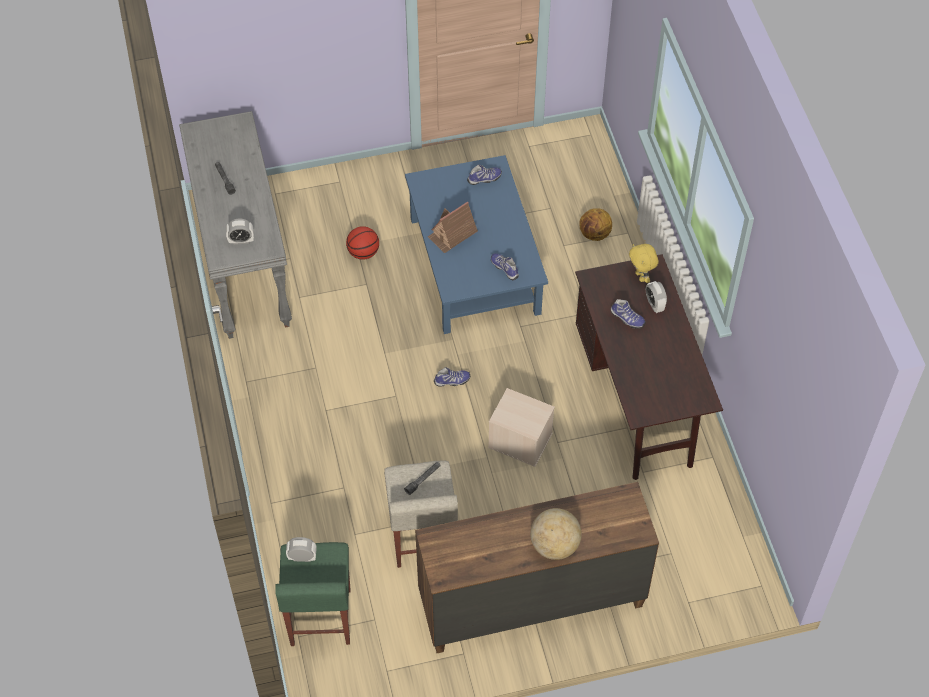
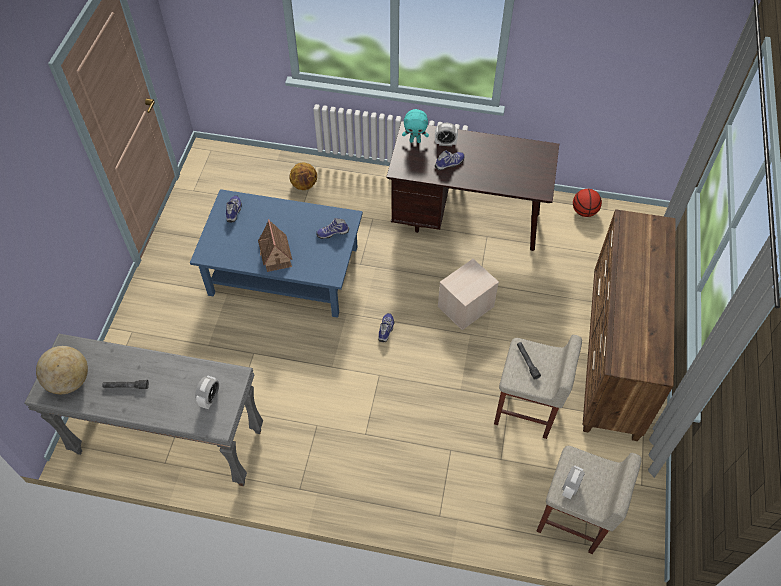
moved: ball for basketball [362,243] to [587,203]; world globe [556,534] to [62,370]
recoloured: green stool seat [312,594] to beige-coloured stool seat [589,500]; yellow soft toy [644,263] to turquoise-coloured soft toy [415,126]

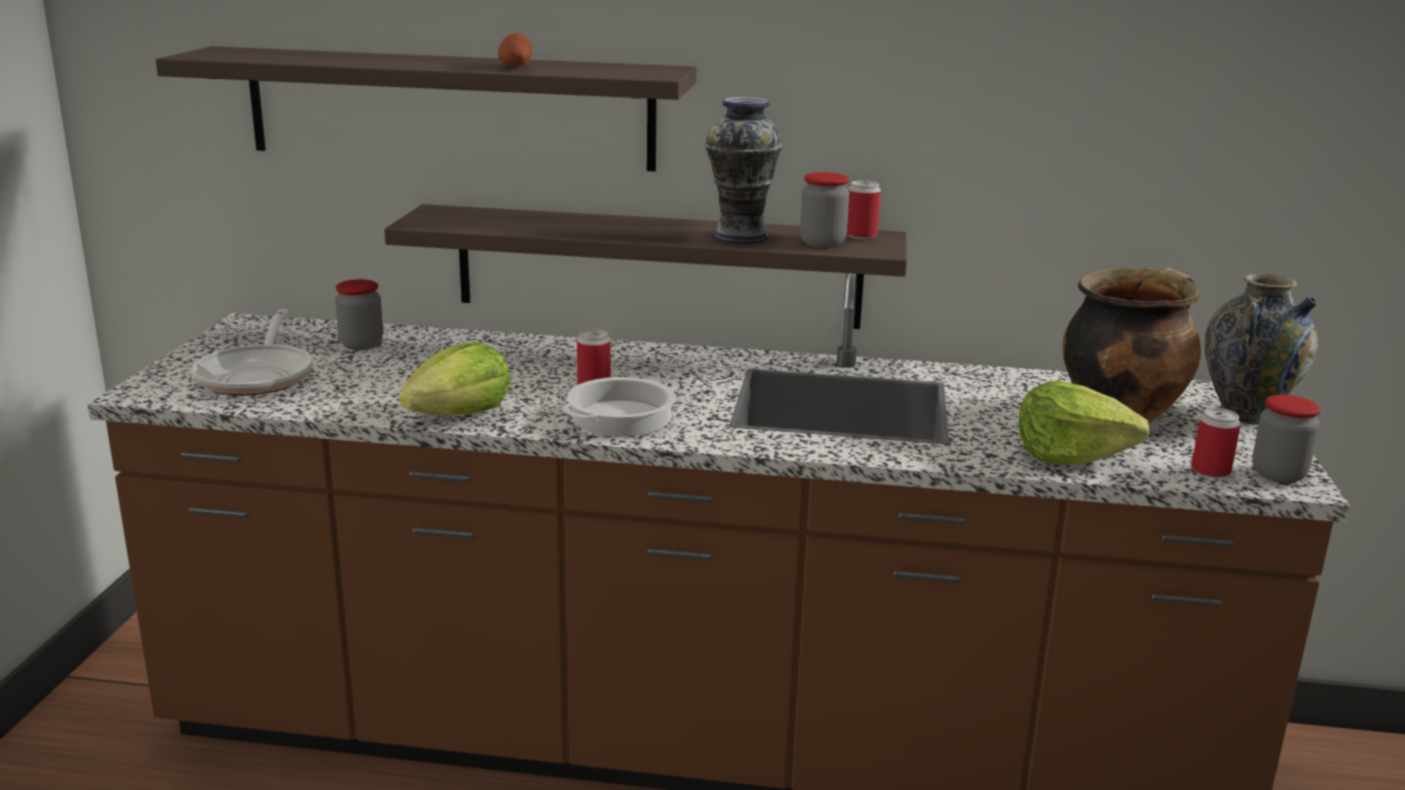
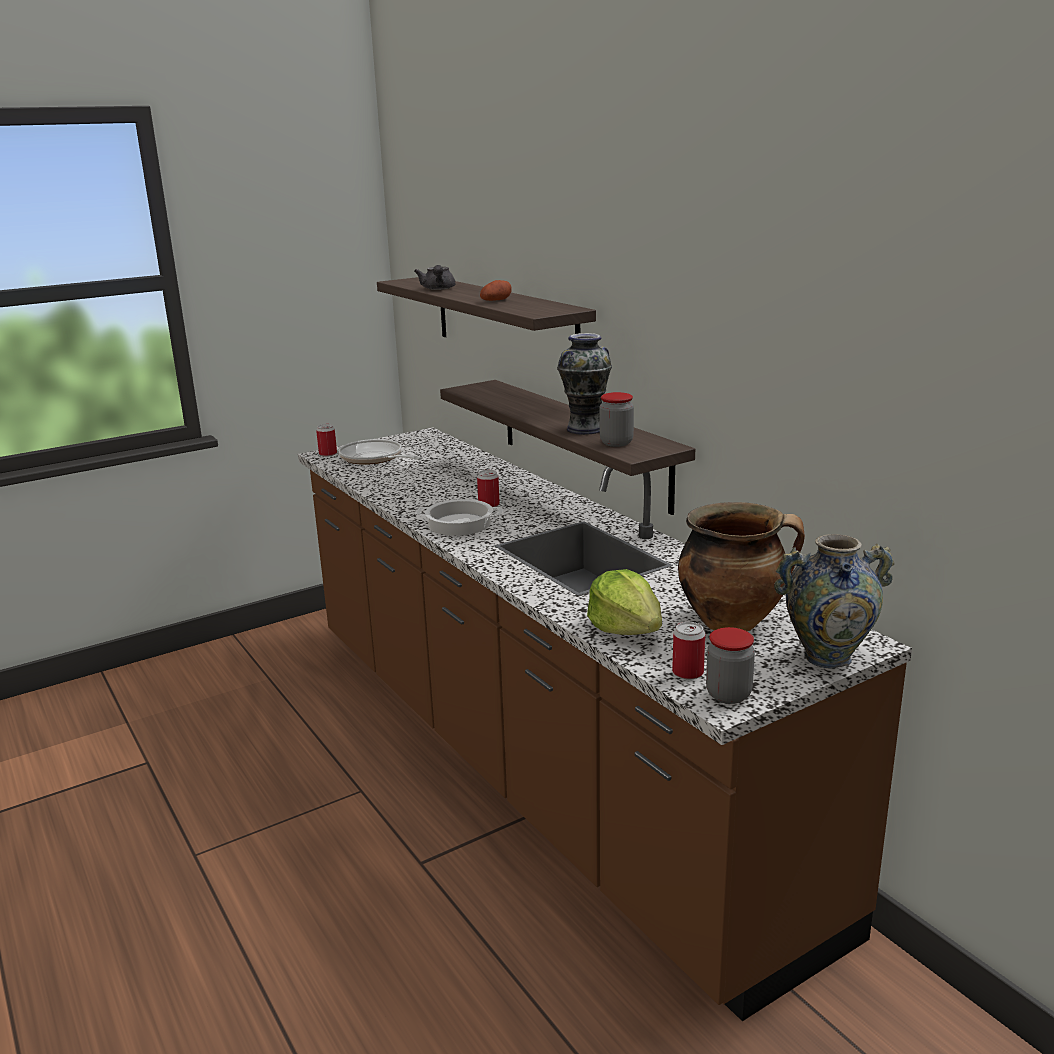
removed: jar [359,314]; head of lettuce [455,378]
added: greyish tea pot [434,277]
moved: can [863,209] to [326,440]
turned: frying pan [252,352] = [380,452] 90 degrees clockwise

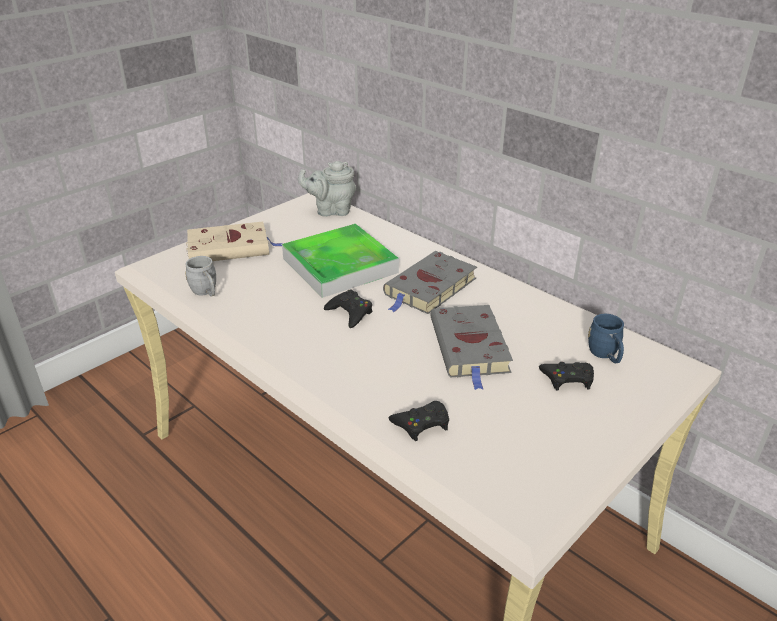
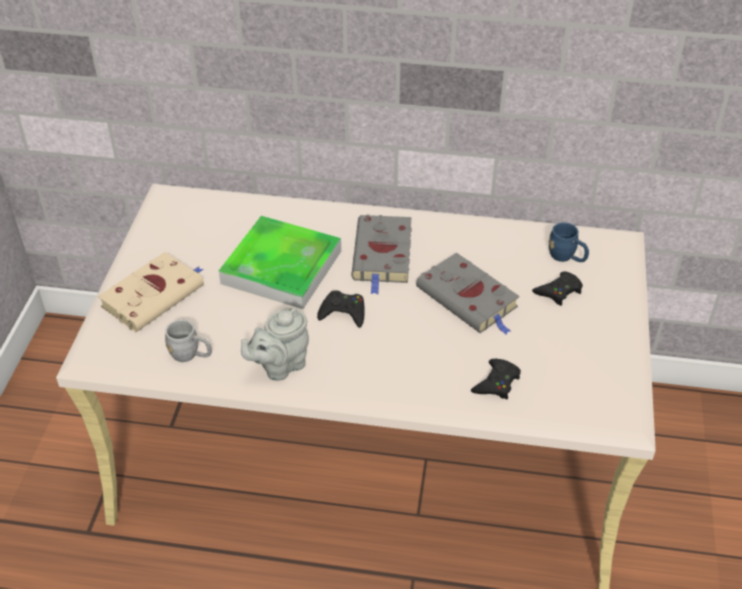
moved: greyish tea pot [327,189] to [275,344]

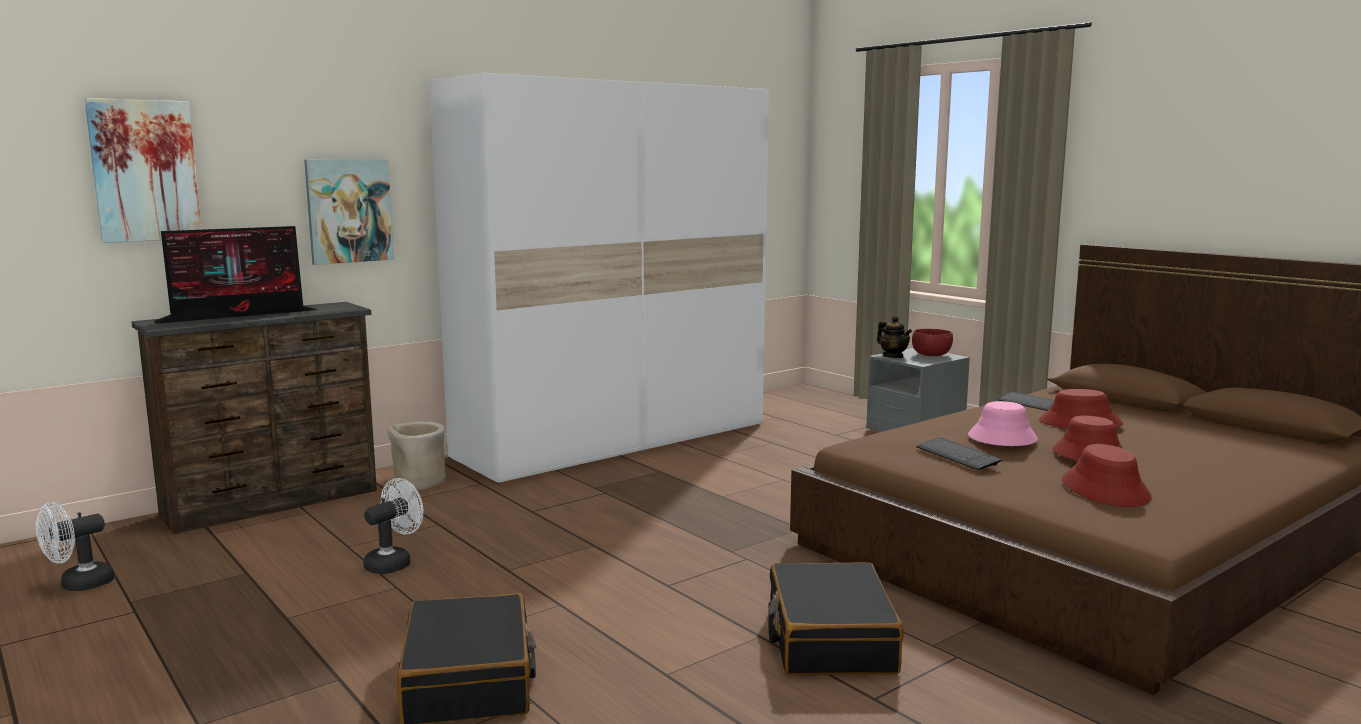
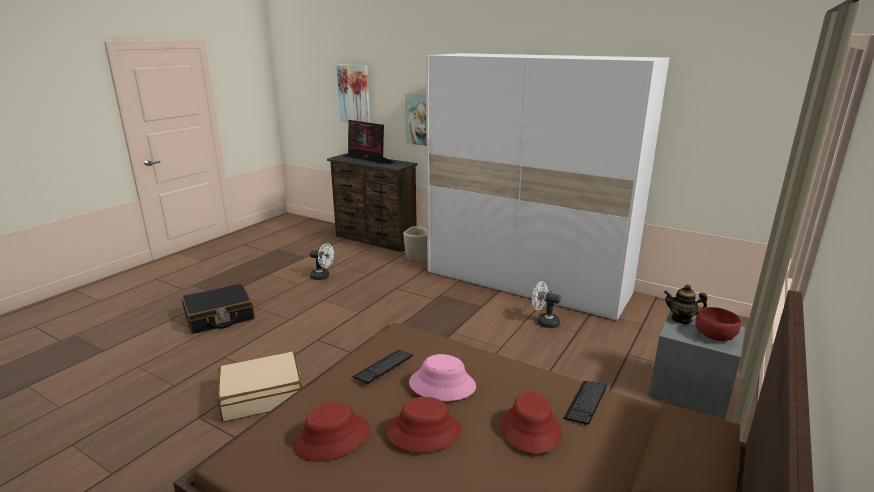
moved: white-coloured electric fan [75,546] to [546,304]
recoloured: black piece of luggage [835,618] to beige-coloured piece of luggage [260,386]
turned: tea pot [894,337] = [685,304] 75 degrees clockwise

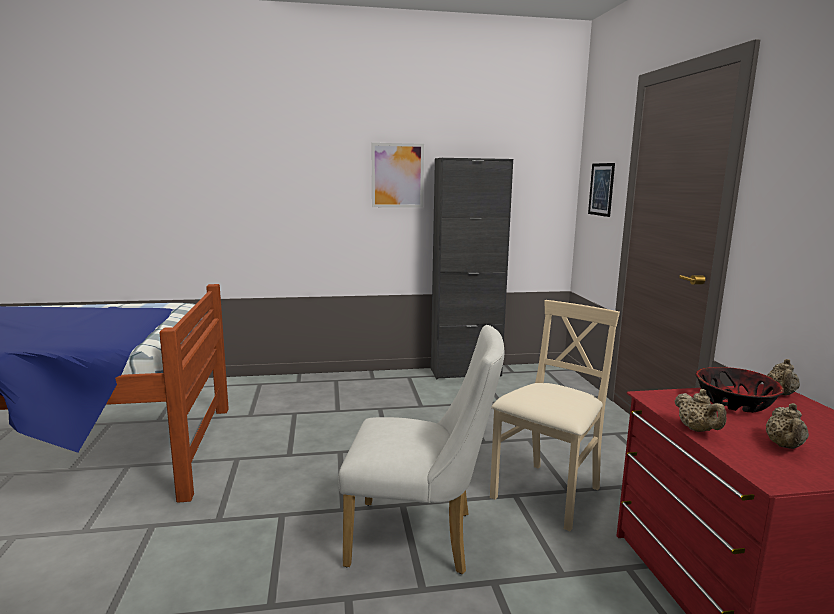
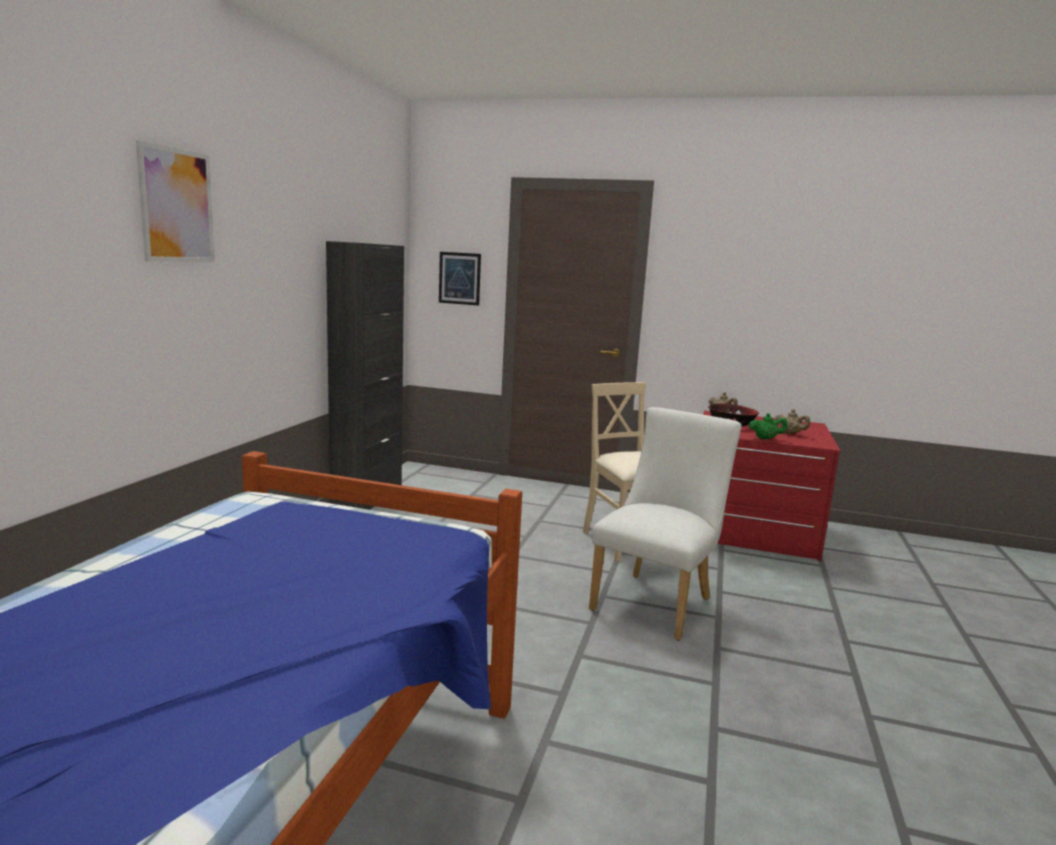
moved: picture [398,175] to [175,201]
recoloured: beige-coloured tea pot [700,410] to green tea pot [768,426]

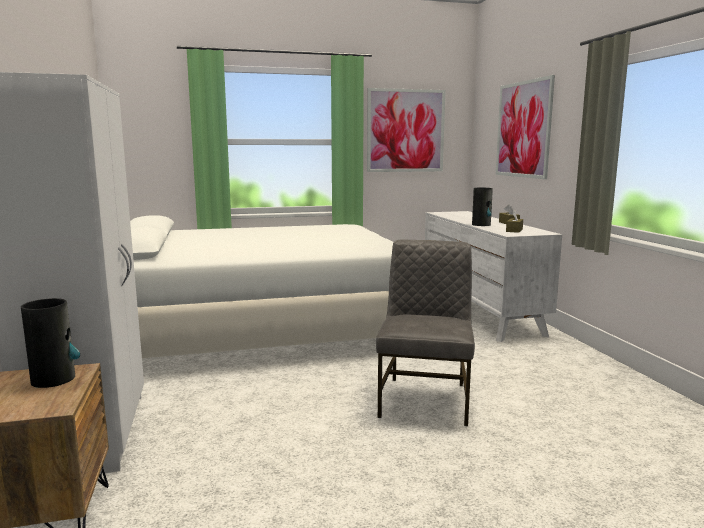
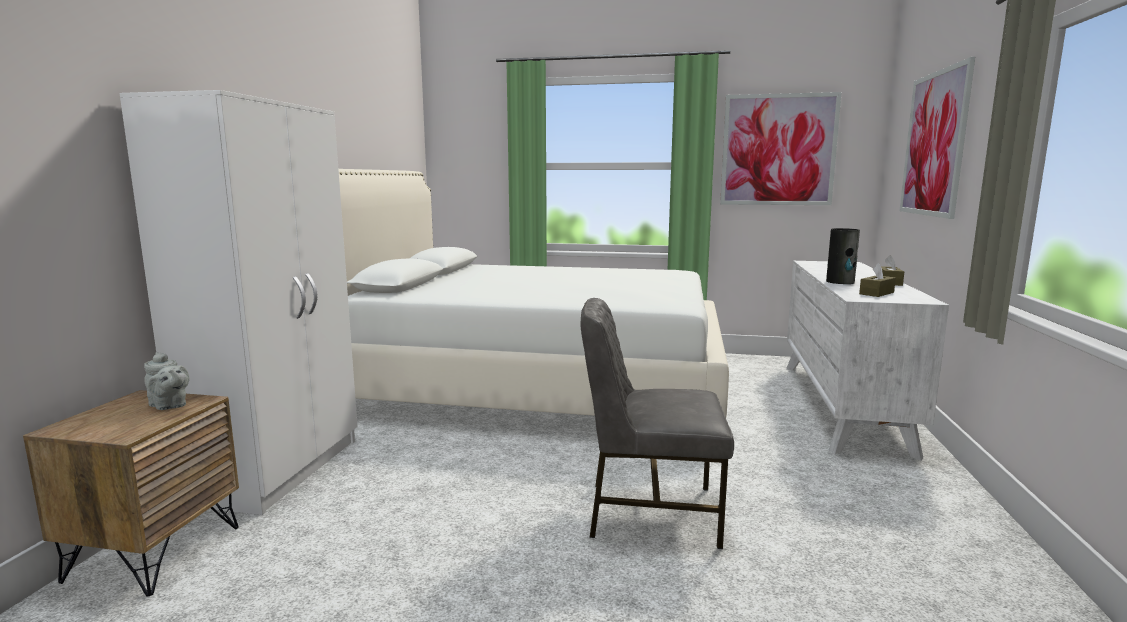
replaced: flower vase [50,343] to greyish tea pot [167,381]
turned: greyish plain chair [425,332] = [657,423] 120 degrees counterclockwise

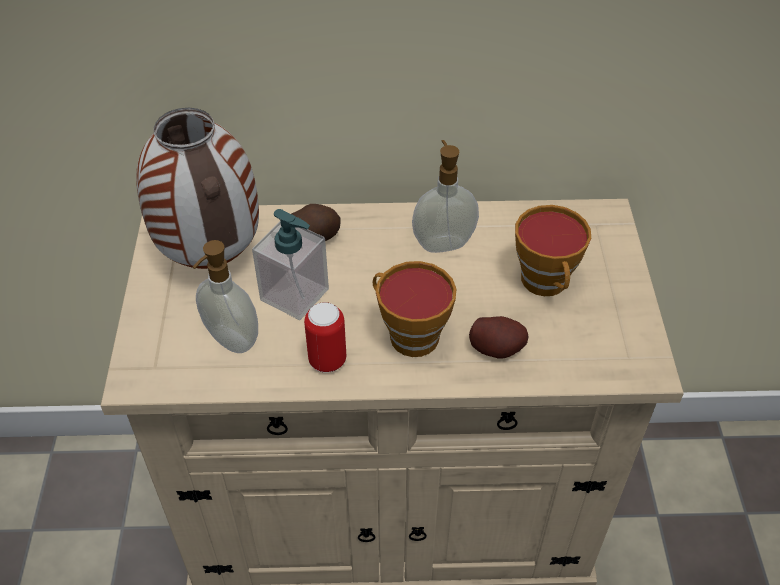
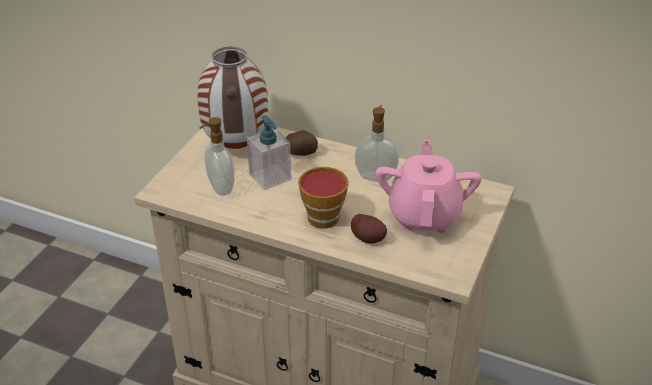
removed: can [325,337]
replaced: drinking cup [553,250] to pinkish tea pot [428,186]

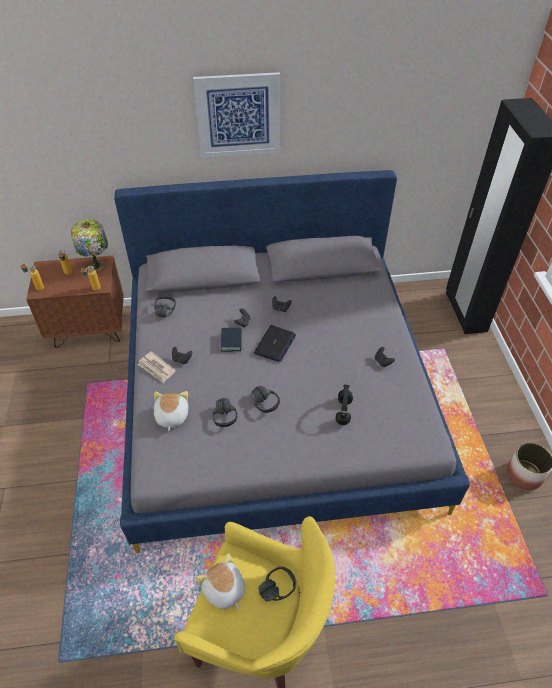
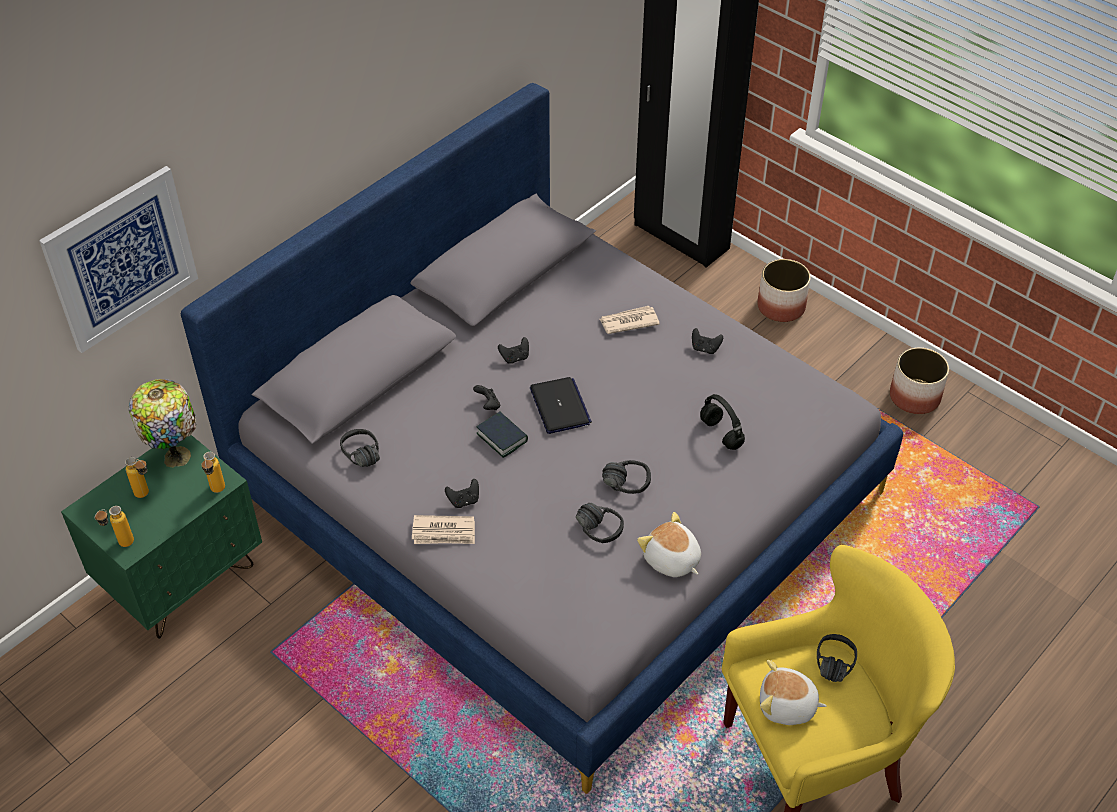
added: daily paper [630,320]; planter [784,290]
moved: soft toy [171,411] to [669,544]; picture [236,115] to [118,259]
recoloured: brownish nightstand [75,302] to green nightstand [161,537]

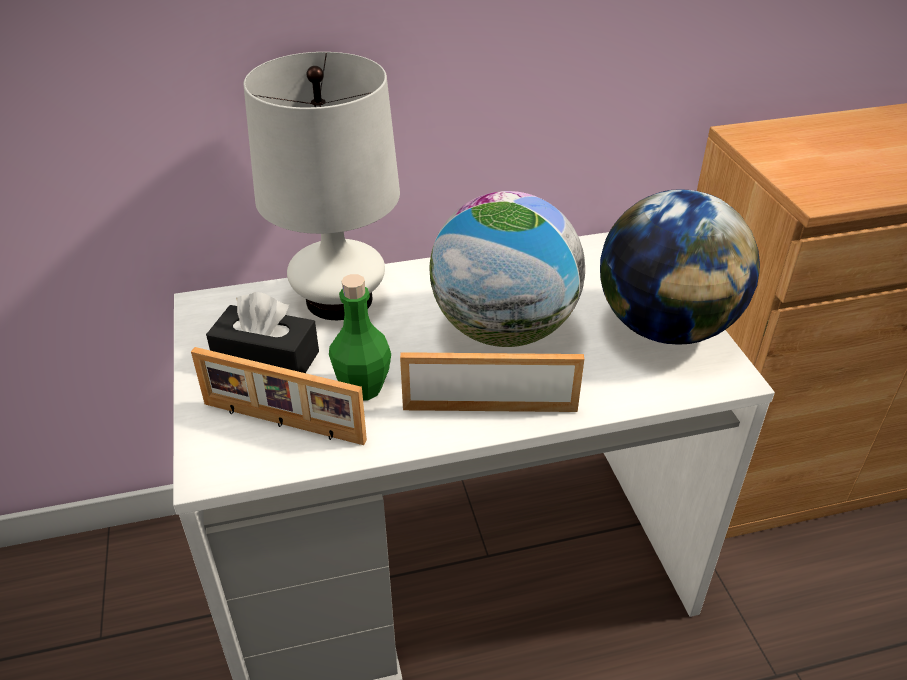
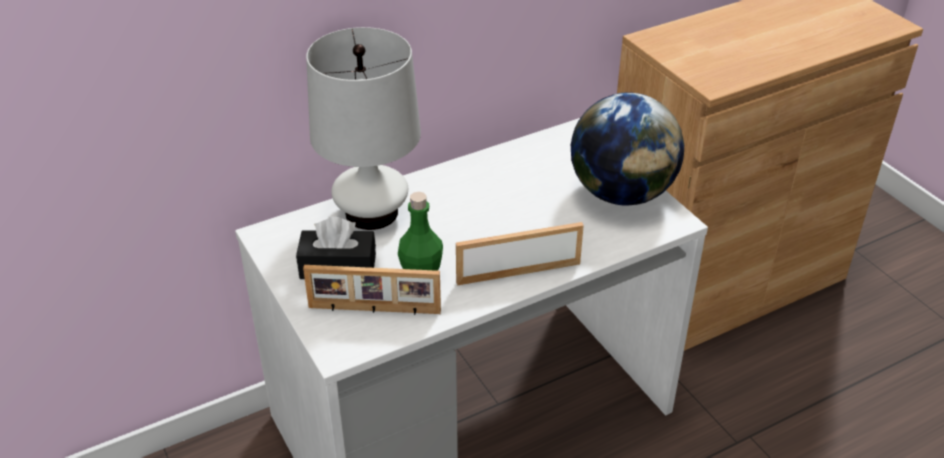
removed: world globe [507,269]

